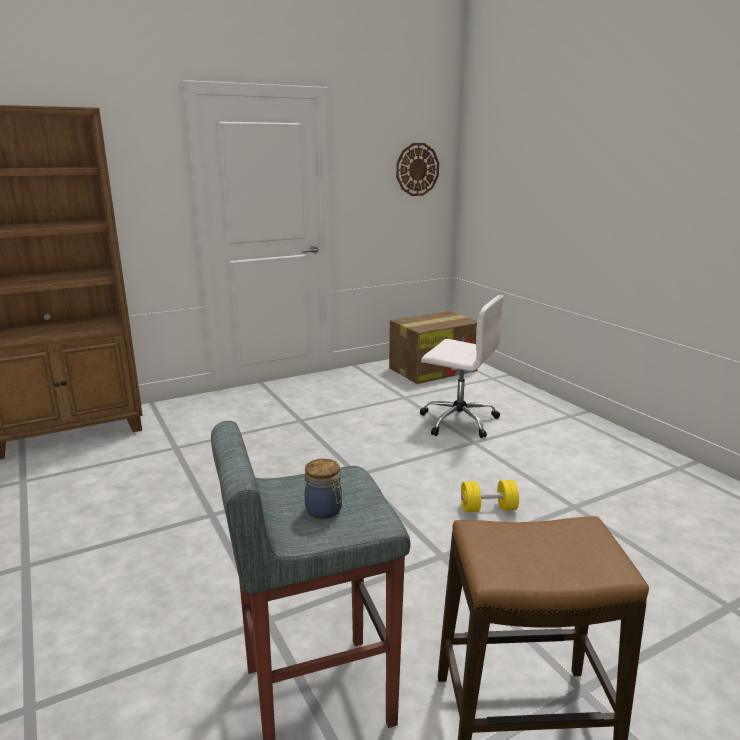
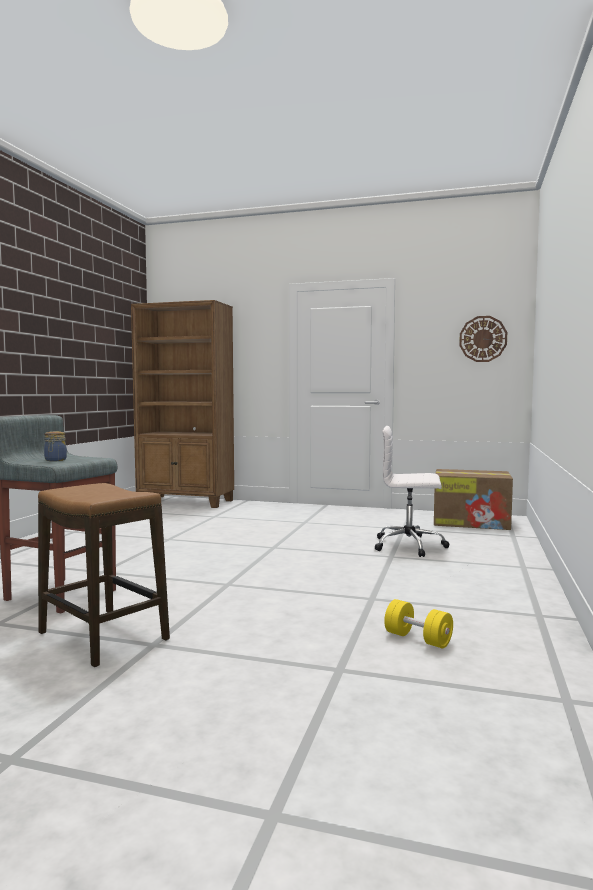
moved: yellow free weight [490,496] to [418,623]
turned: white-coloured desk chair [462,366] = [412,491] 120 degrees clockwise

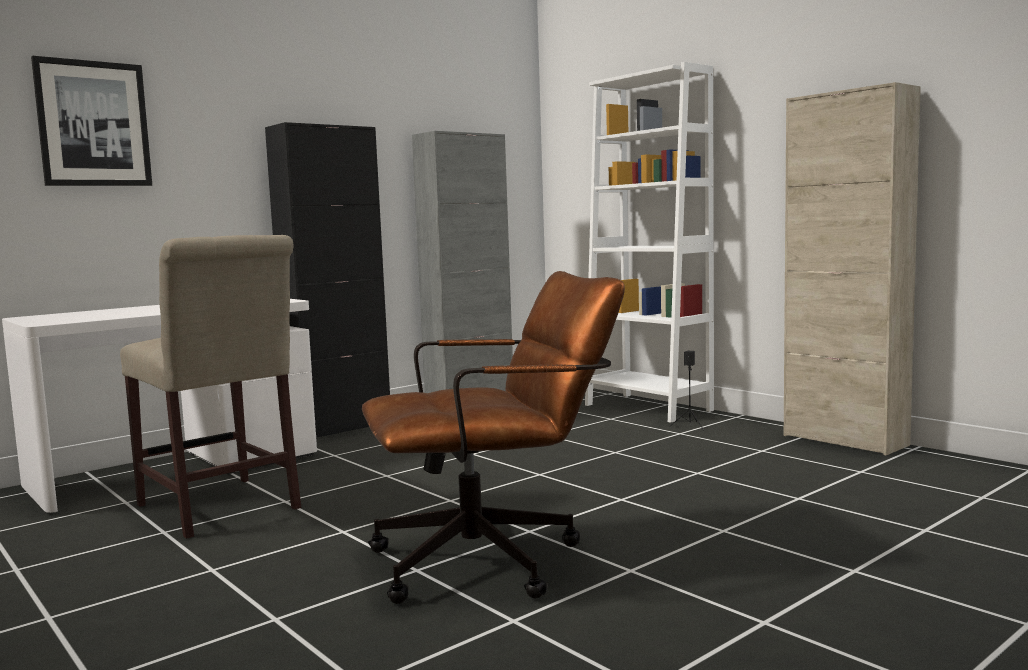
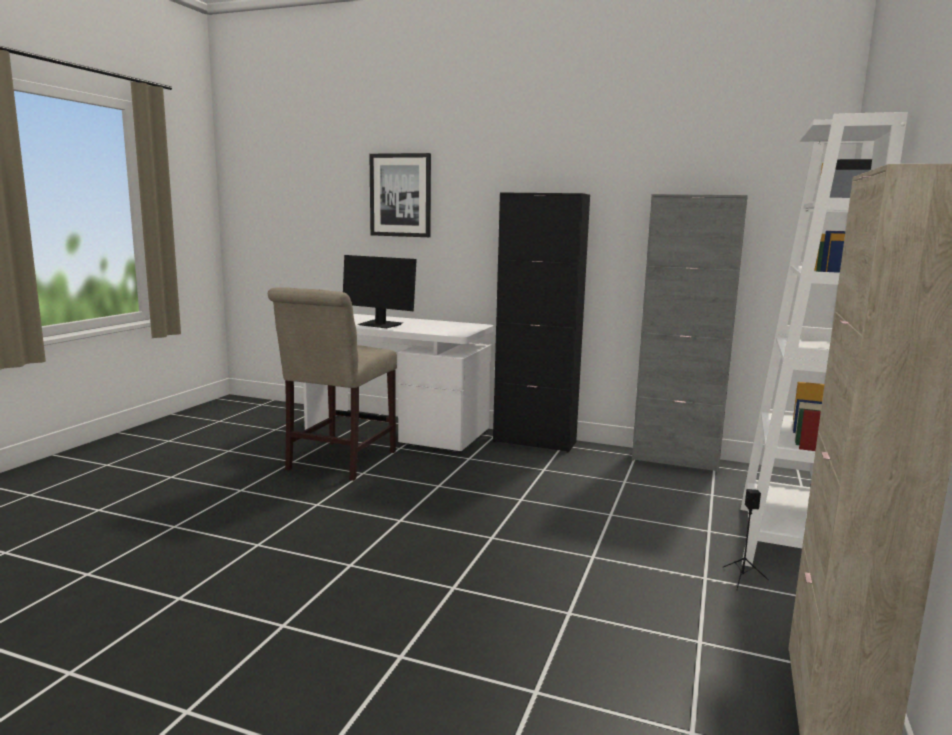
removed: brownish desk chair [493,437]
added: computer screen [380,291]

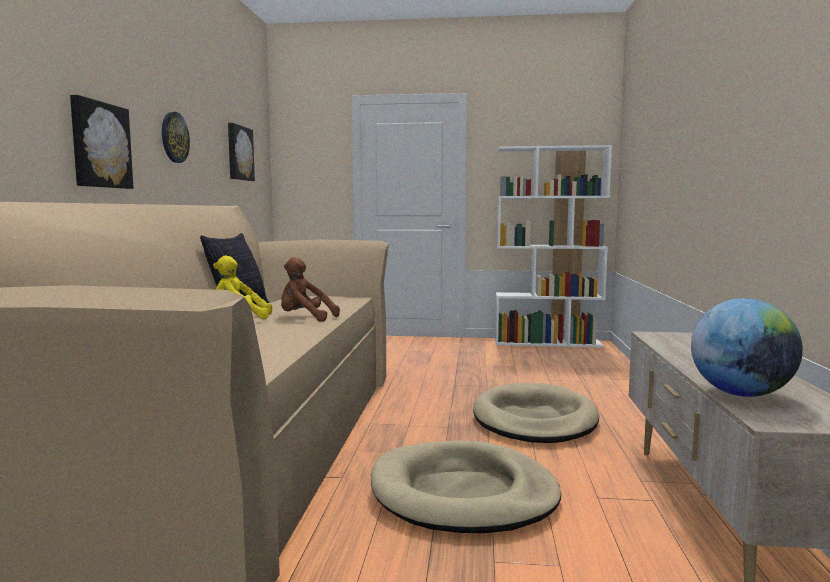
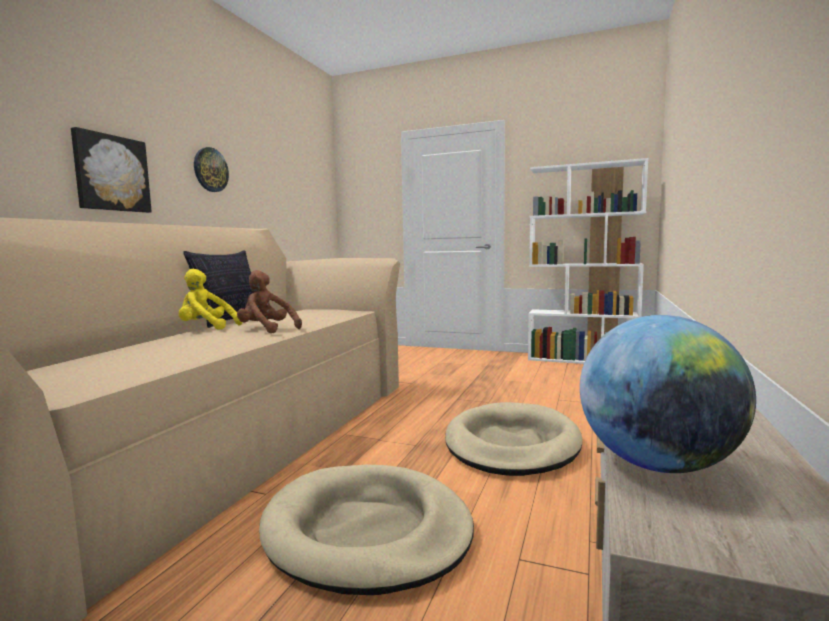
removed: picture [241,152]

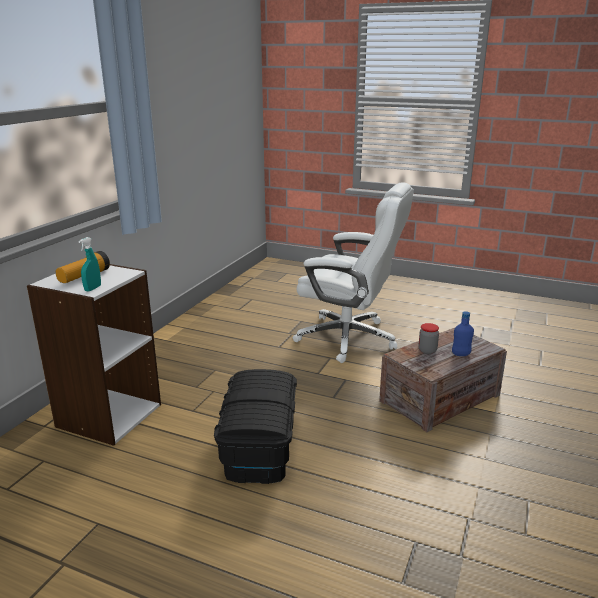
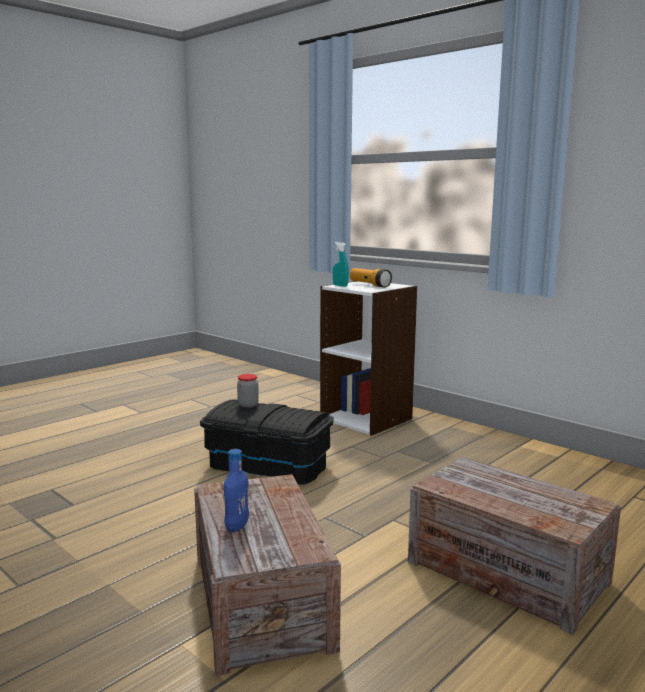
moved: jar [428,338] to [248,391]
replaced: white-coloured desk chair [353,272] to crate [514,546]

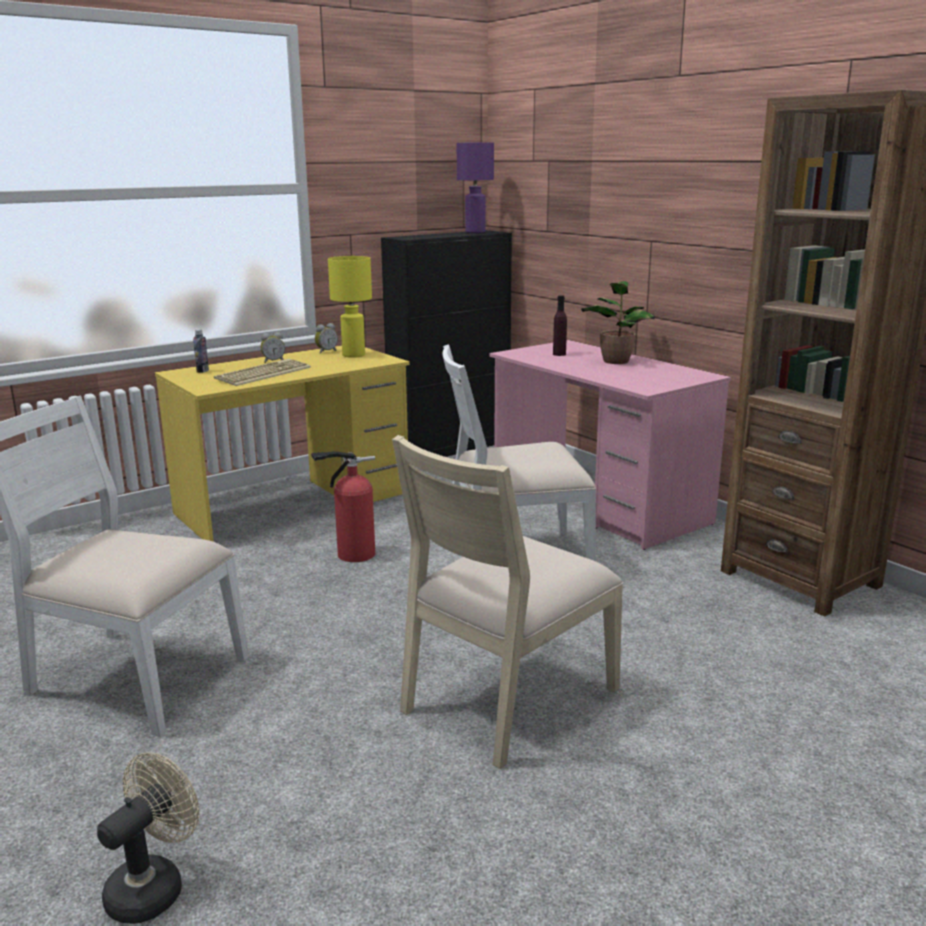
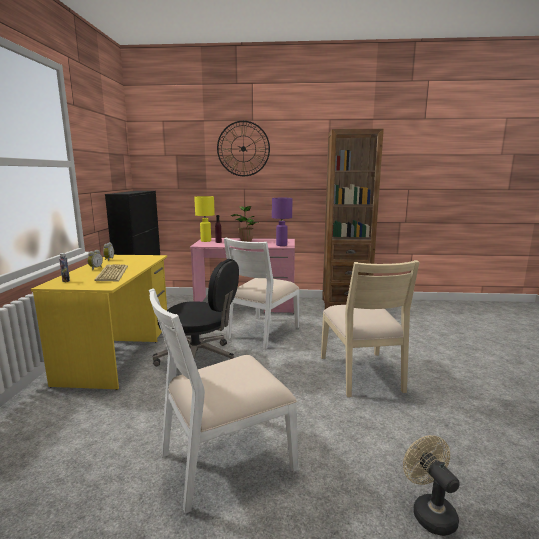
added: clock on the wall [243,148]
moved: yellow table lamp [350,307] to [204,219]; purplish table lamp [475,187] to [282,222]
replaced: extinguisher [343,506] to black desk chair [196,312]

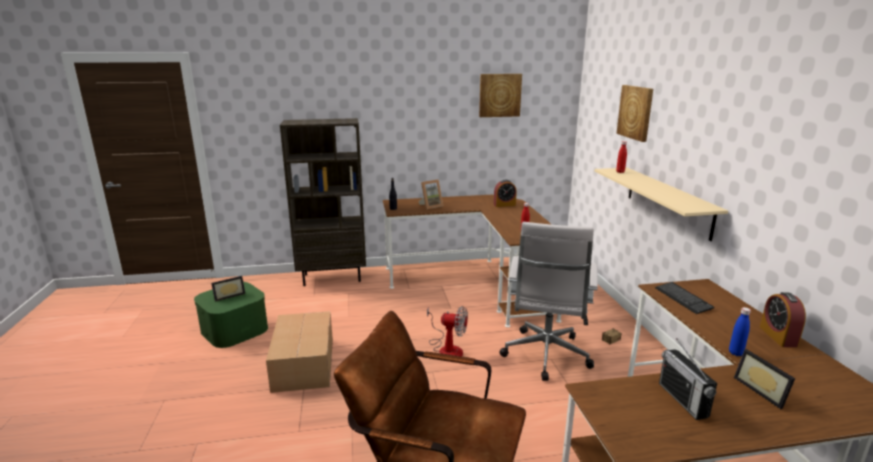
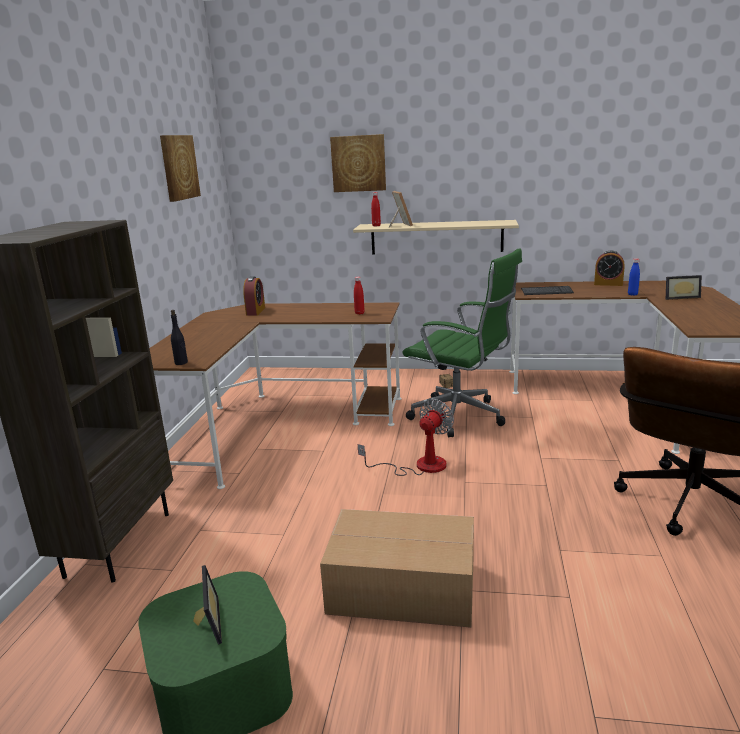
removed: radio [688,379]
moved: picture frame [431,194] to [401,209]
recoloured: white-coloured desk chair [549,301] to green desk chair [462,342]

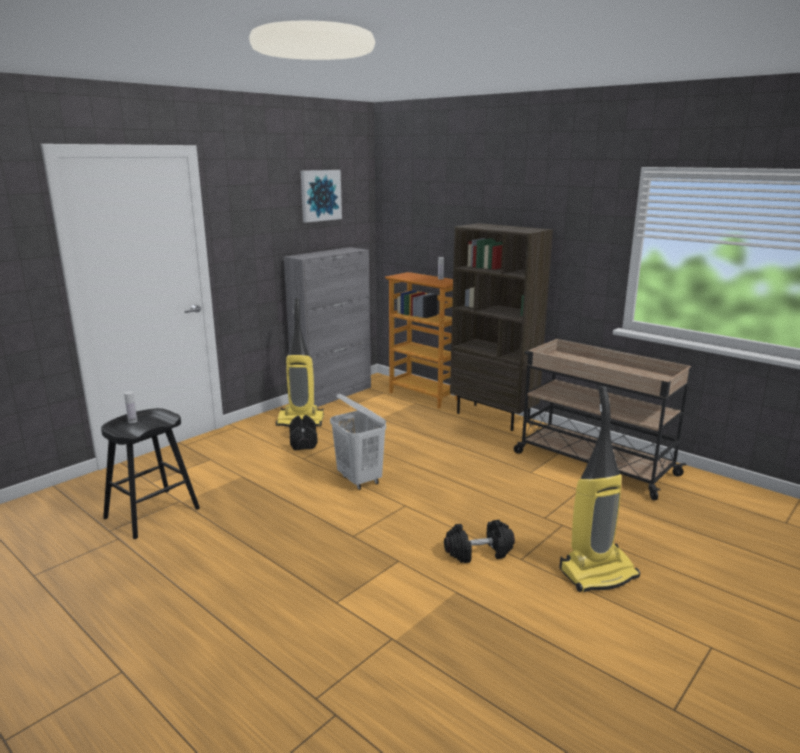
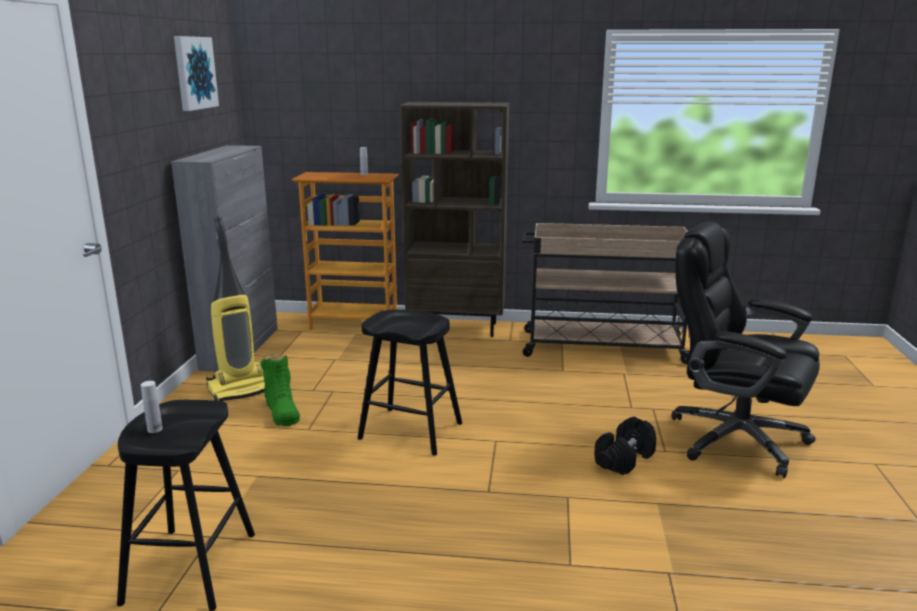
replaced: black free weight [303,432] to green tall boot [280,390]; white-coloured hamper [358,441] to black stool seat [409,383]; hoover [599,489] to black desk chair [746,350]

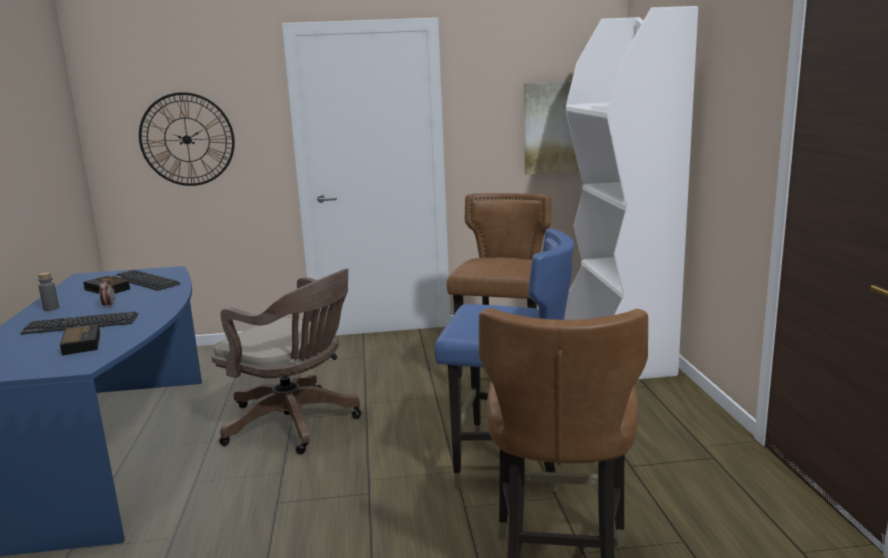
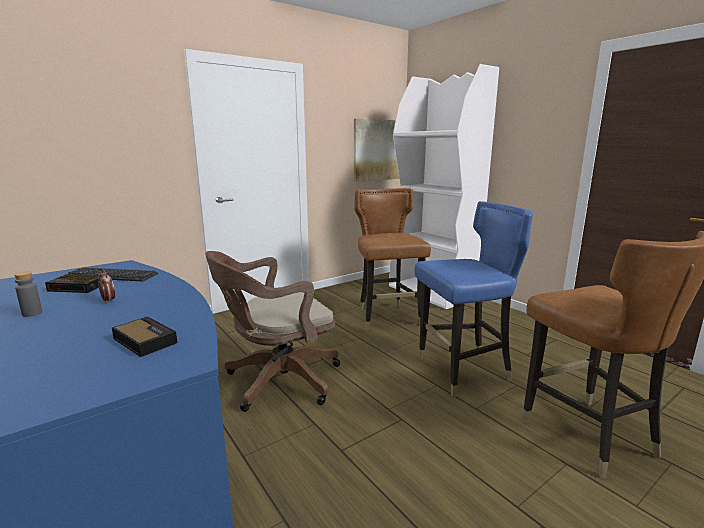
removed: PC keyboard [79,322]; clock on the wall [187,139]
turned: brownish desk chair [286,361] = [272,331] 150 degrees clockwise

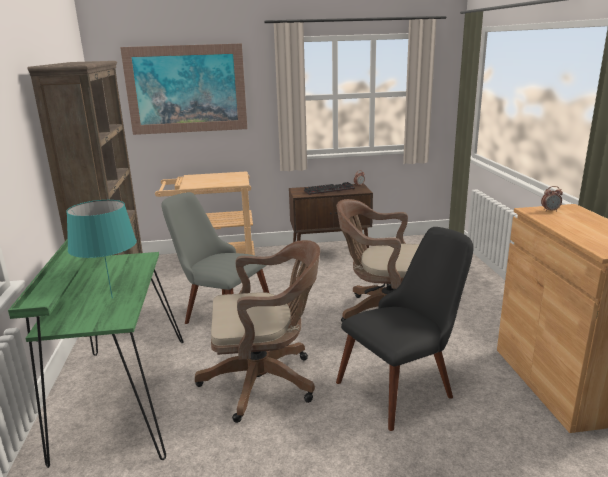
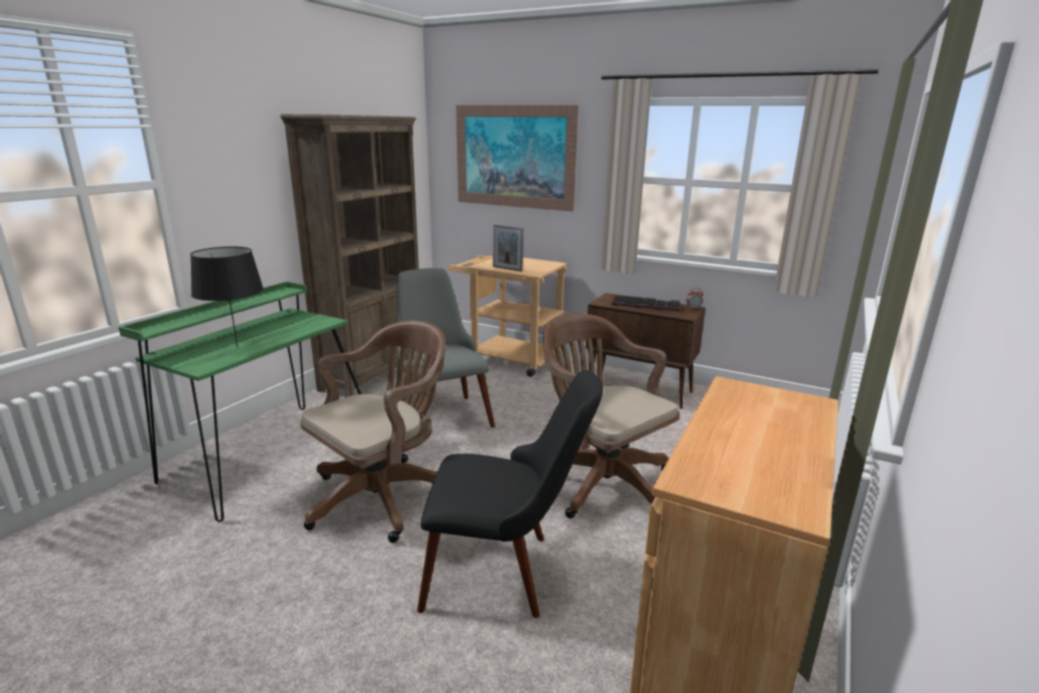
removed: table clock [552,199]
added: picture frame [508,248]
recoloured: turquoise-coloured table lamp [101,249] to black table lamp [227,297]
turned: brownish desk chair [257,331] = [372,431] 75 degrees counterclockwise

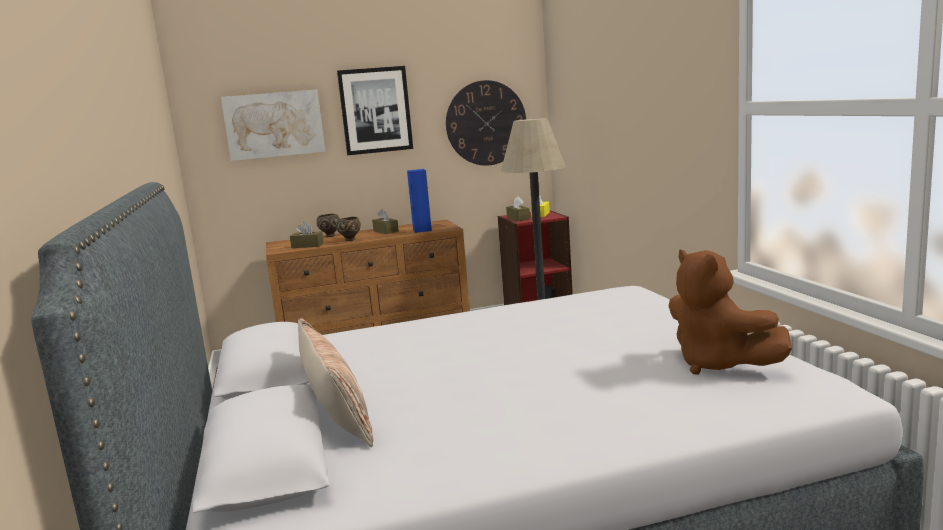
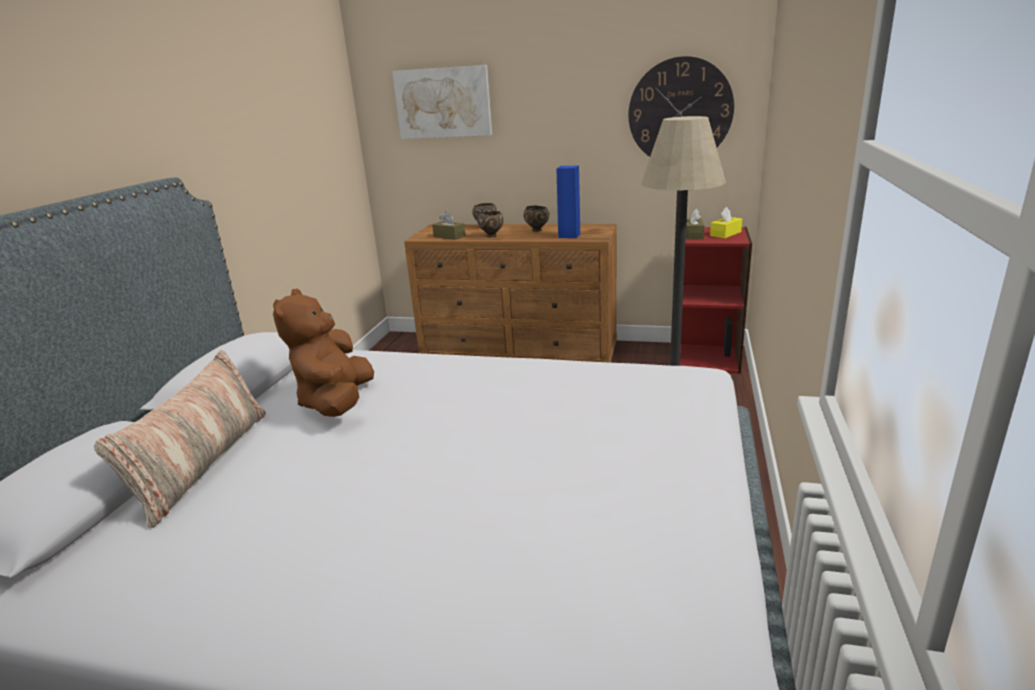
removed: picture [375,110]
moved: brownish soft toy [730,312] to [323,352]
replaced: brownish tissue holder [385,221] to brownish bowl [536,219]

